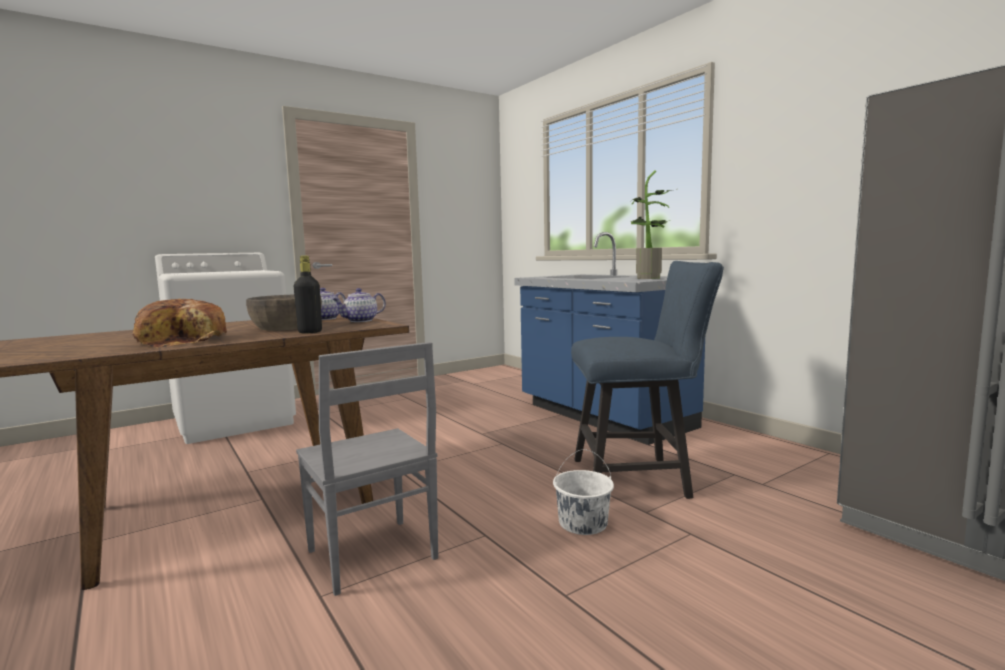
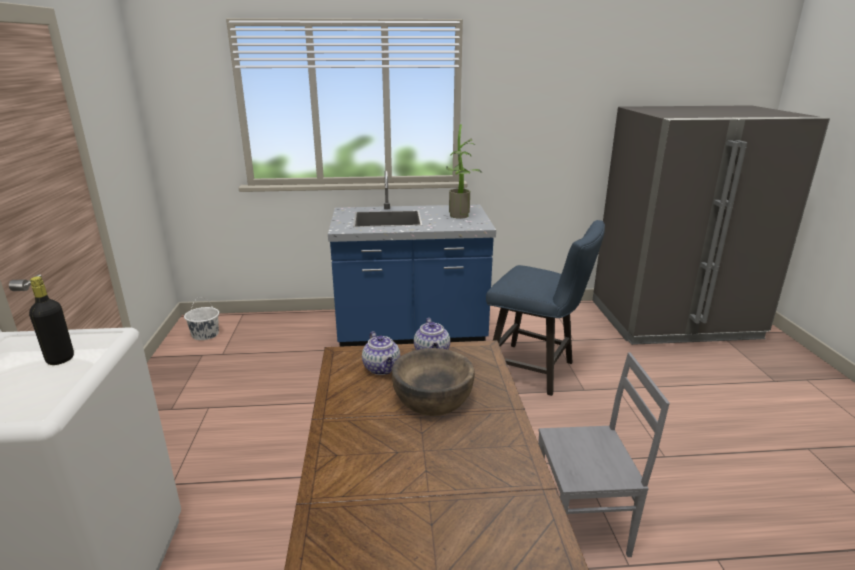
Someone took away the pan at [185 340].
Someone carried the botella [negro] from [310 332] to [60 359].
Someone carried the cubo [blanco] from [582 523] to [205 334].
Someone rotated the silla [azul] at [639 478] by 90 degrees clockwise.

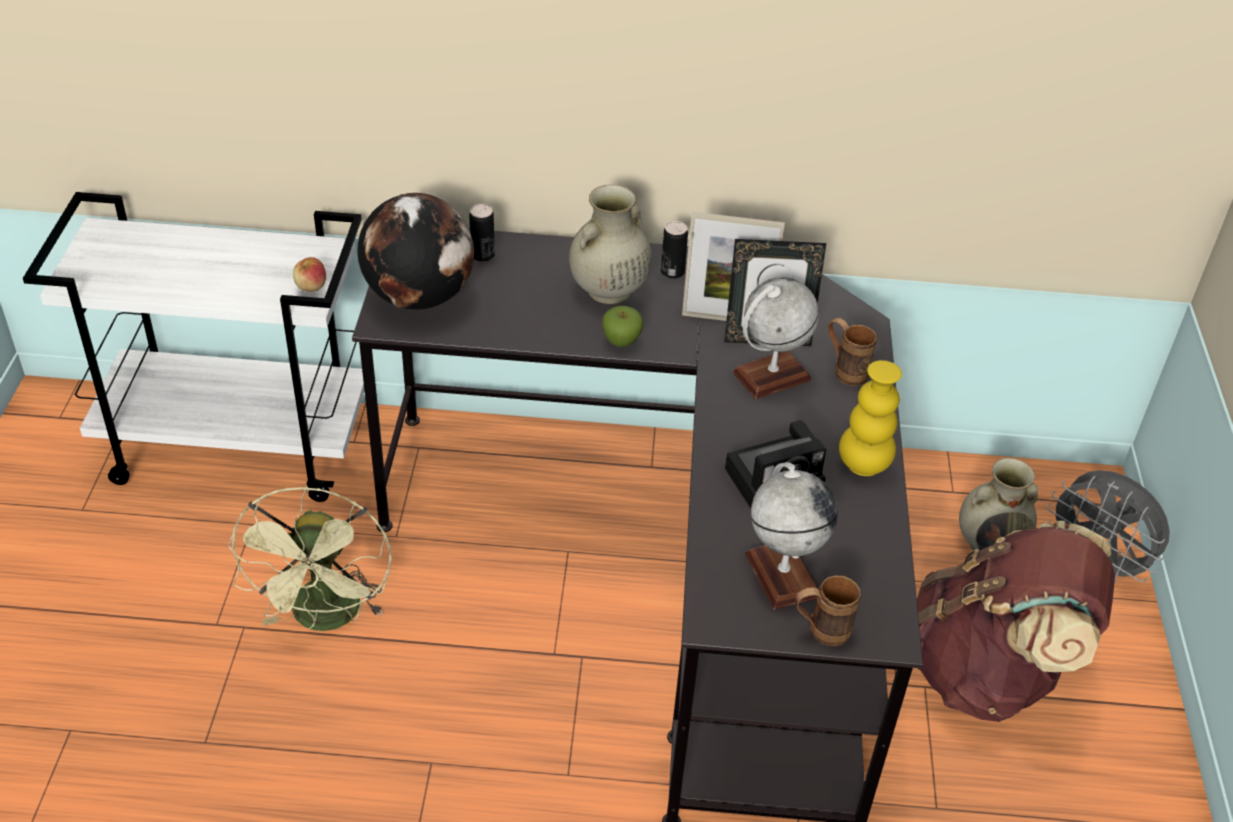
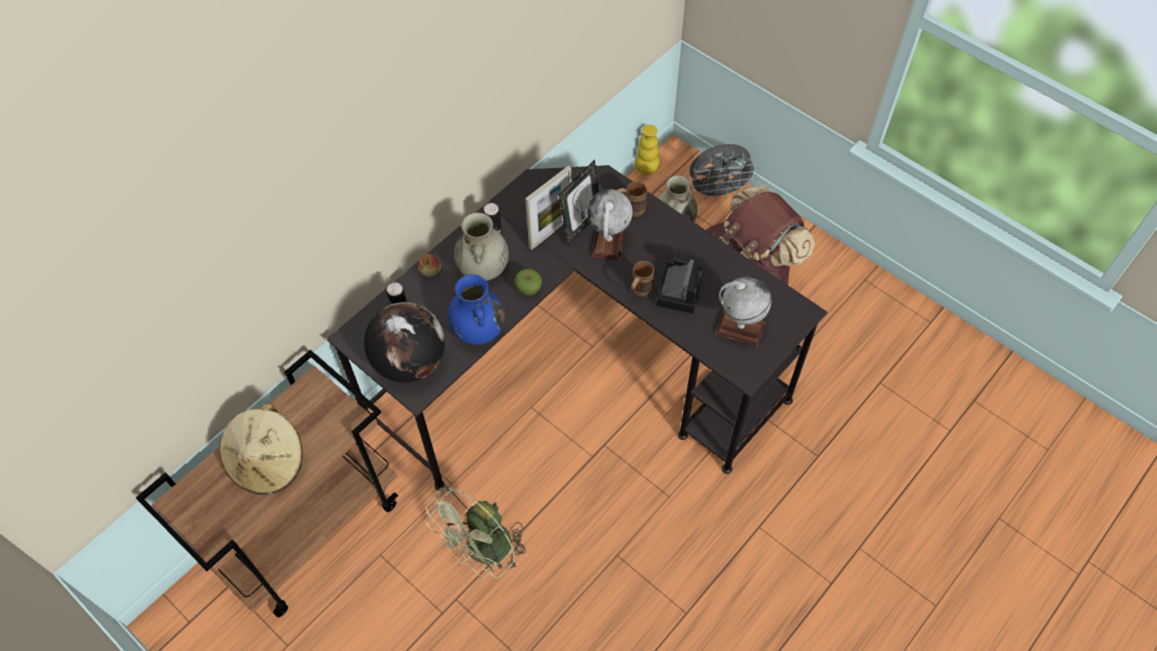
Someone repainted the carrito [blanco] at [240 445], which became the carrito [marrón] at [309 528].
Someone rotated the ventilador [verde] at [326 619] by 90 degrees clockwise.
Someone carried the manzana from [311 286] to [430 271].
Someone carried the taza grande [marrón] from [820 631] to [639 292].
Someone carried the florero [amarillo] from [863 465] to [646 169].
Someone put down the sombrero [beis] at [268 462].
Someone put down the florero [azul] at [478 330].

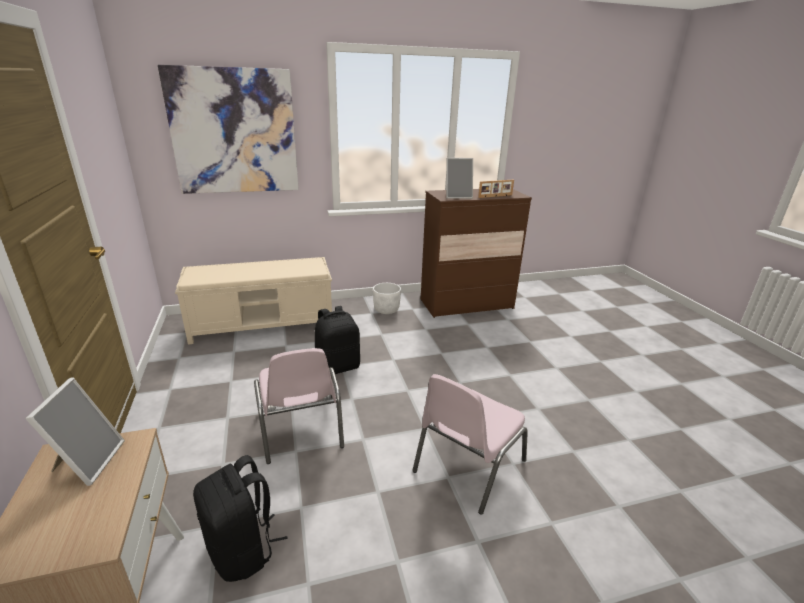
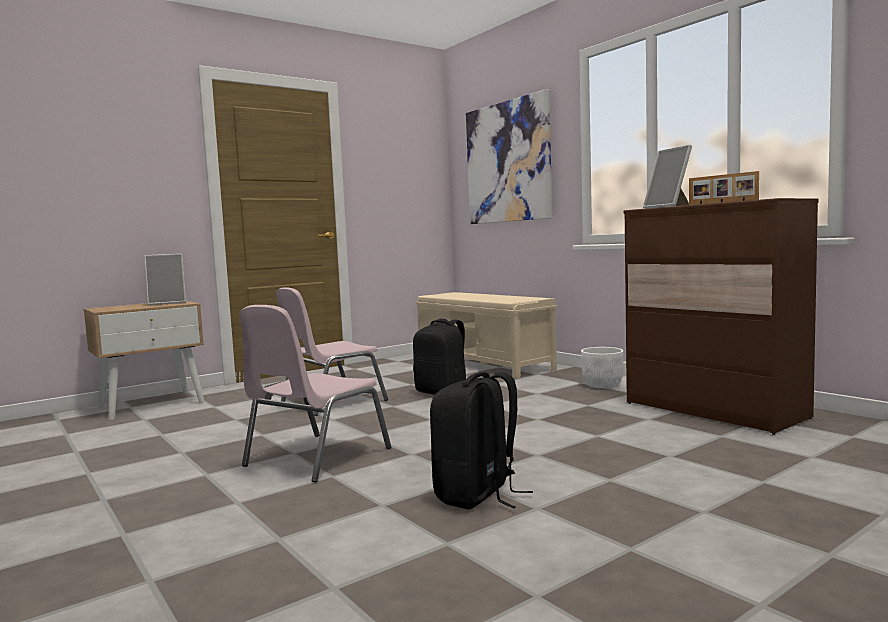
Someone carried the mochila [negro] from [243 550] to [478 496].
Someone rotated the silla [rosa] at [467 466] by 75 degrees counterclockwise.

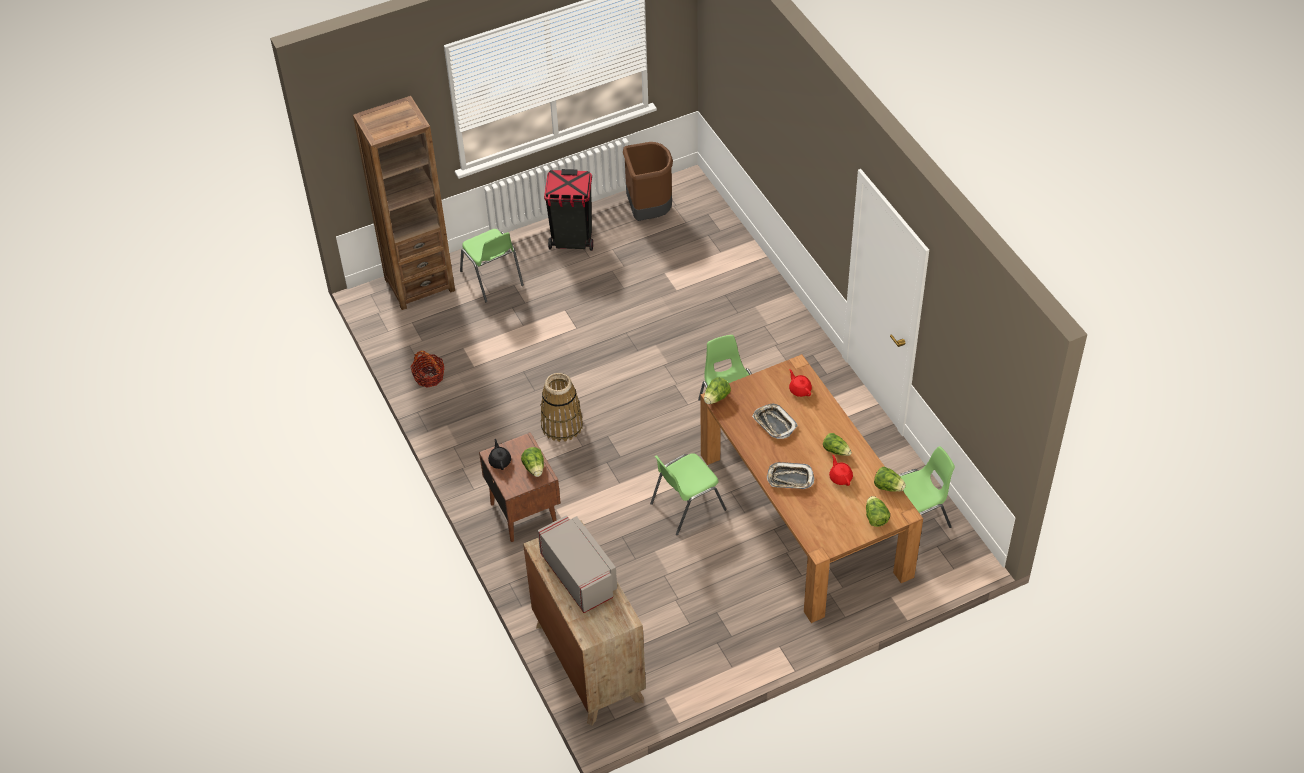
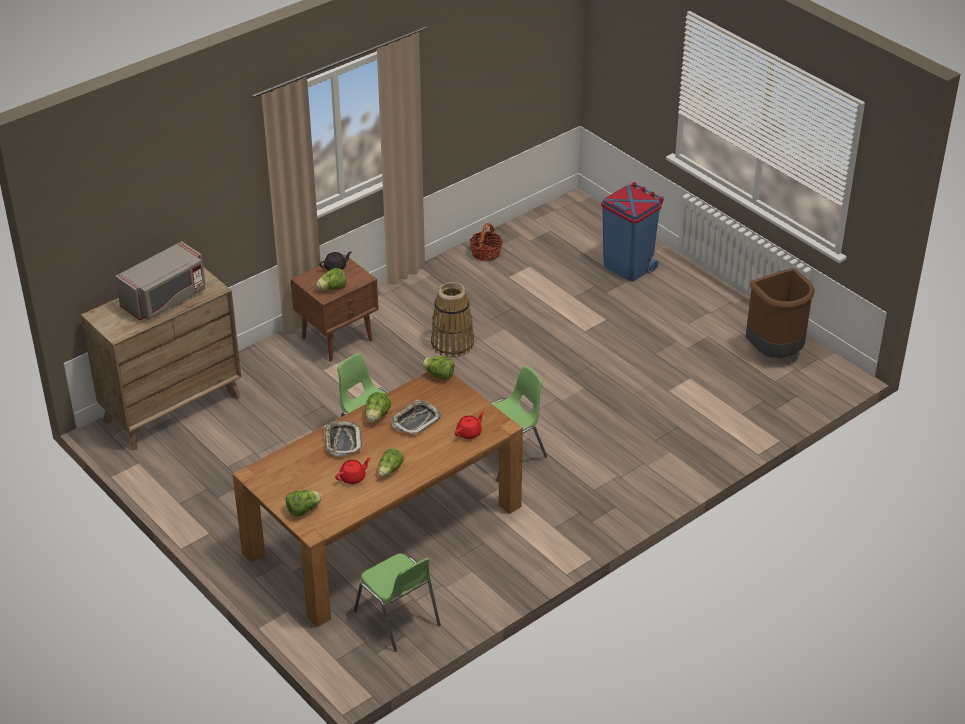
Someone took away the estantería [marrón] at [419 284].
Someone swapped the silla [verde] at [492 279] for the papelera [azul] at [628 267].
Someone took away the papelera [negro] at [572 240].
Someone carried the lechuga from [888 487] to [377 416].

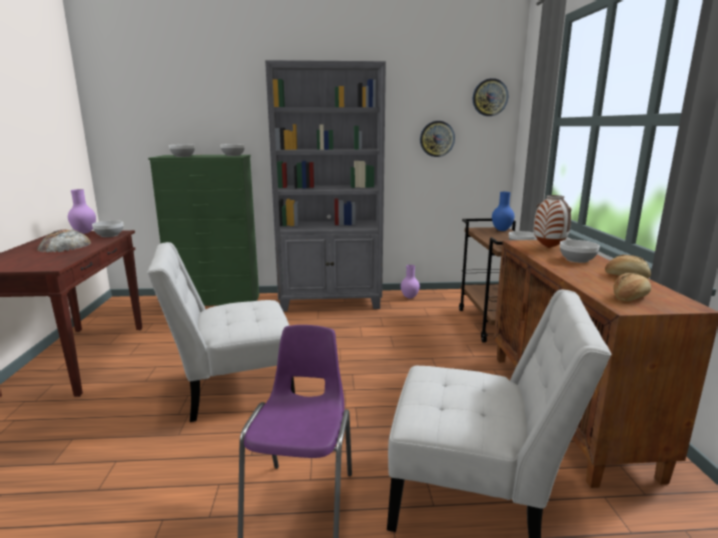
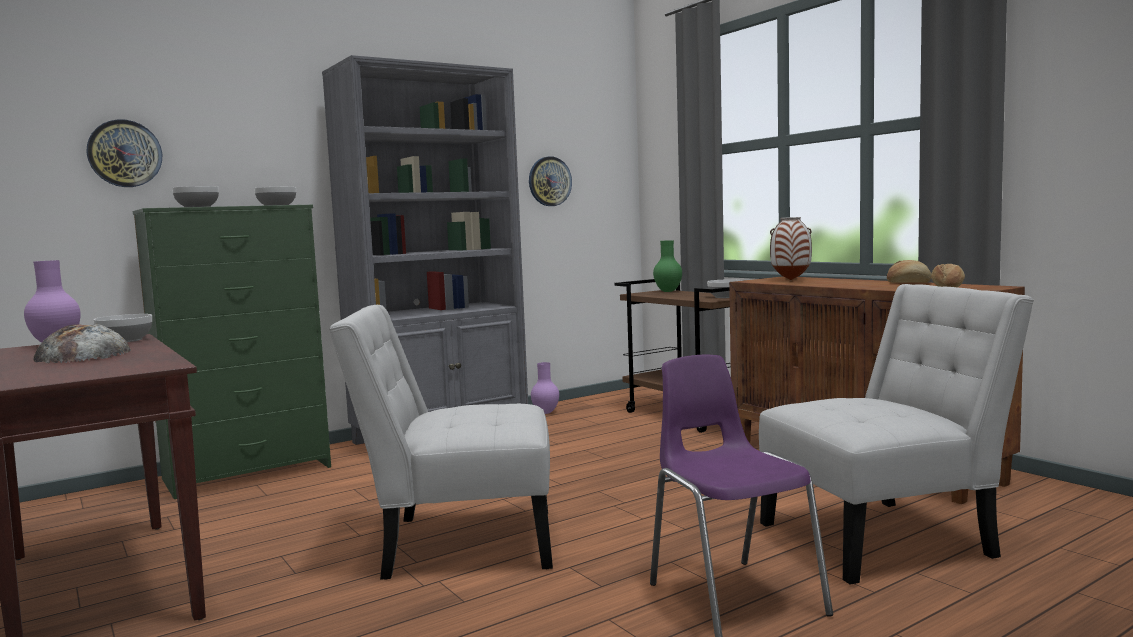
Someone rotated the silla [blanco] at [232 389] by 45 degrees clockwise.
Someone carried the reloj de pared from [490 97] to [124 153].
Someone repainted the florero [azul] at [502 230], which became the florero [verde] at [668 291].
Someone took away the cuenco at [576 259].

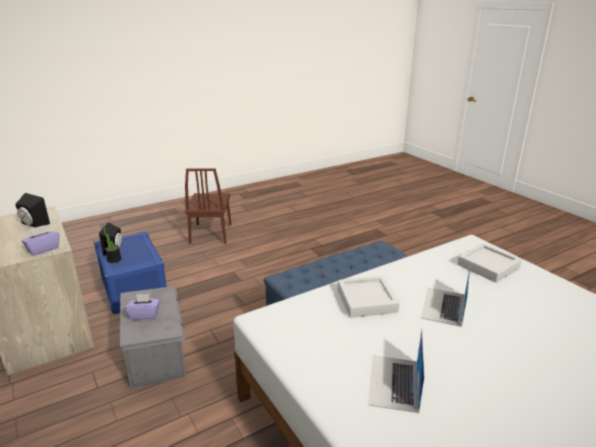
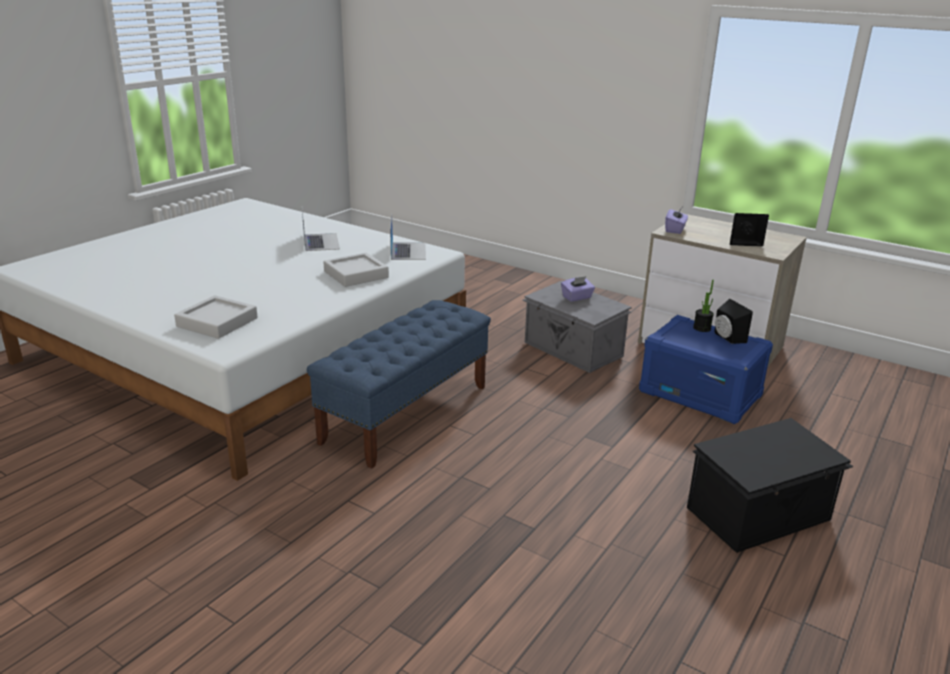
Someone swapped the silla [marrón] at [211 233] for the caja de almacenaje [negro] at [760 514].
Someone carried the portátil from [444 306] to [408 251].

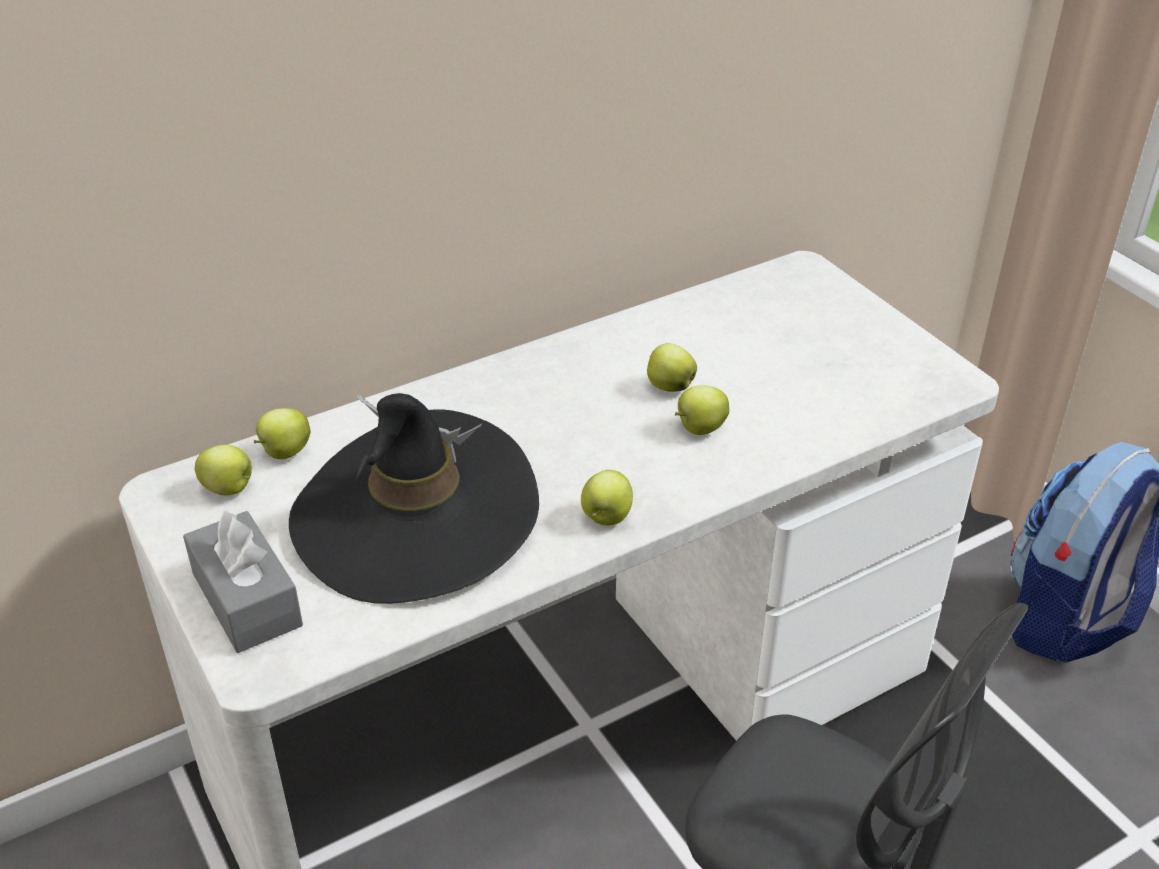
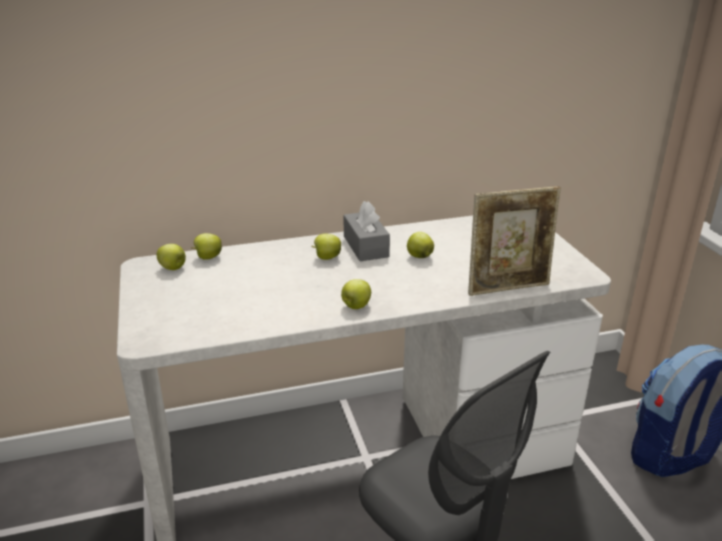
Someone carried the caja de pañuelos [gris] from [247 599] to [365 246].
Someone took away the sombrero [negro] at [415 516].
Someone carried the manzana from [699 429] to [326 258].
Someone put down the portarretratos at [508 287].

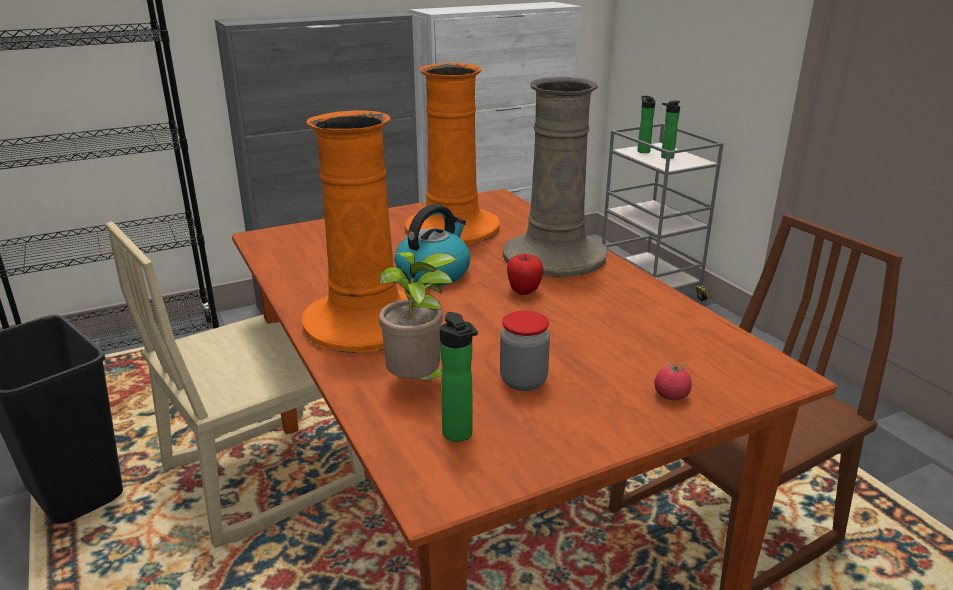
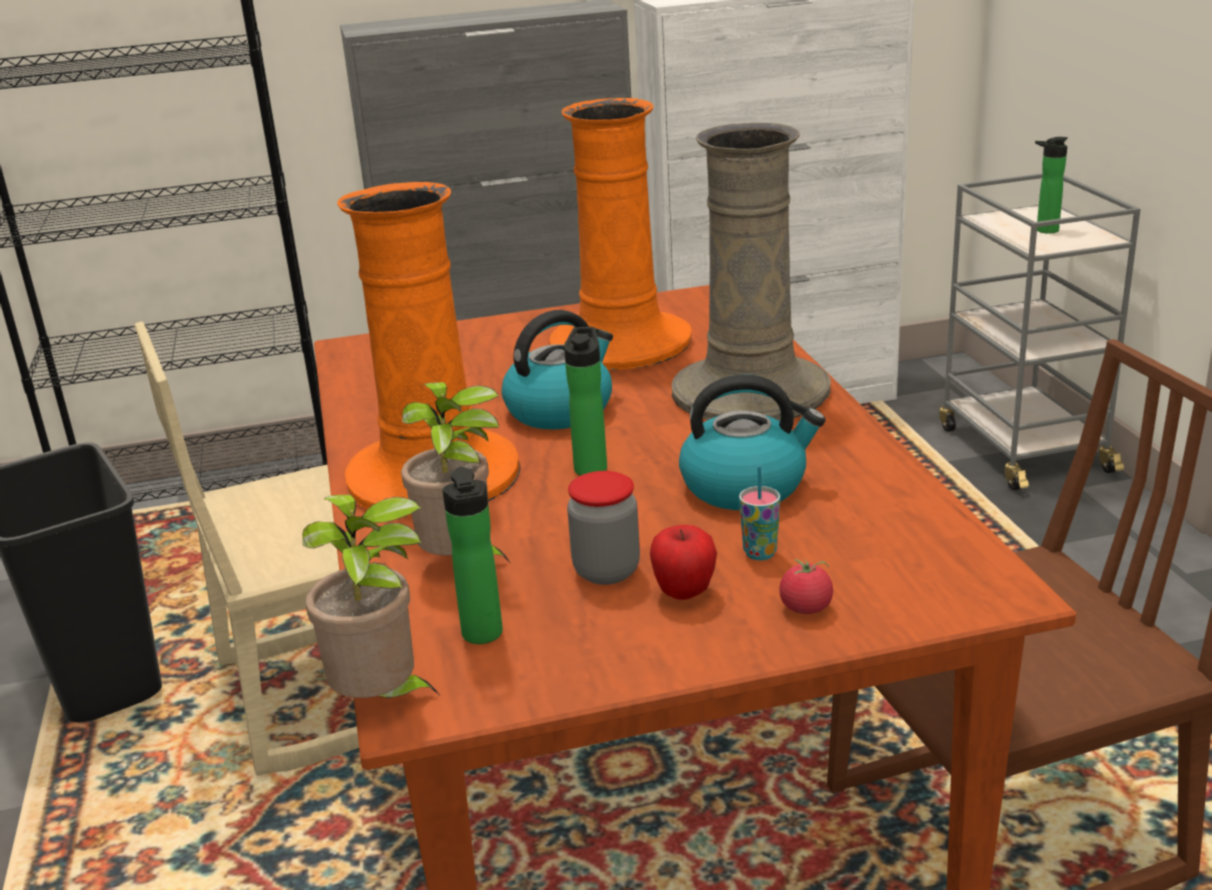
Someone carried the manzana from [524 292] to [684 593].
Someone carried the botella from [643 151] to [591 467].
Someone put down the planta en maceta at [383 702].
Someone put down the hervidor at [745 486].
Someone put down the taza at [760 553].

